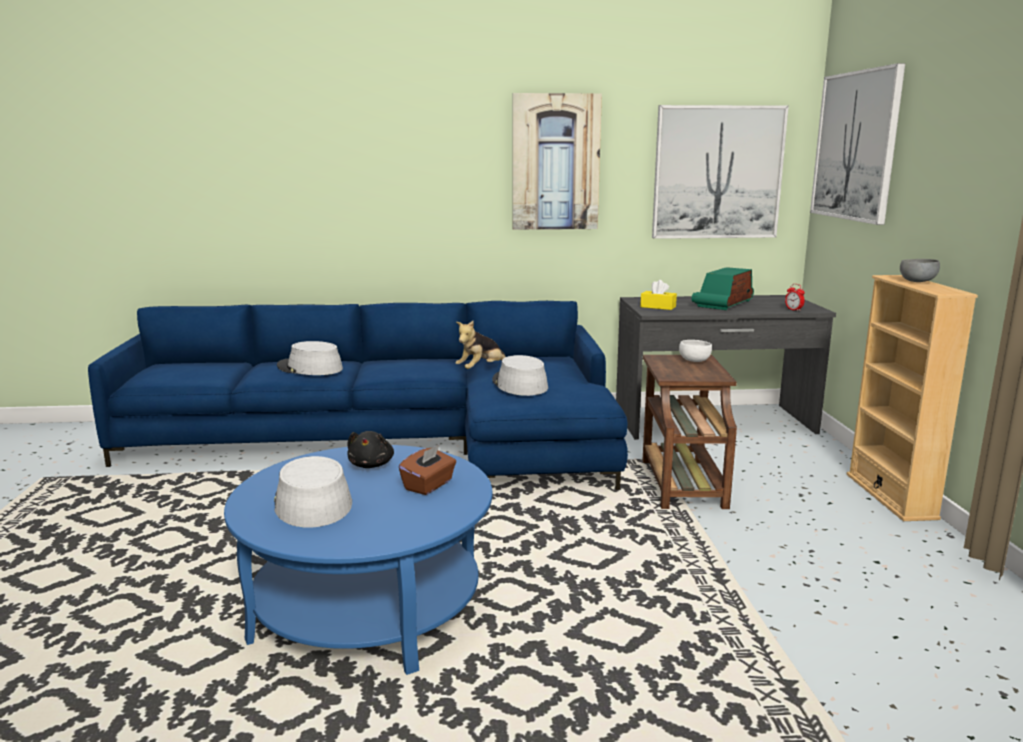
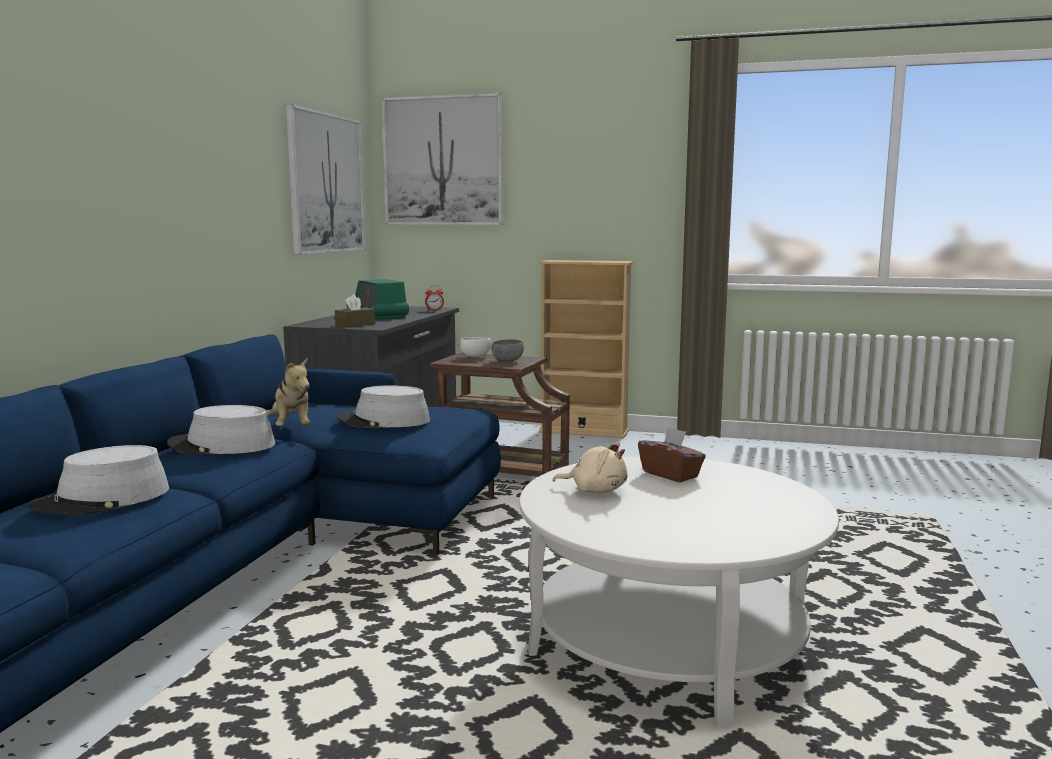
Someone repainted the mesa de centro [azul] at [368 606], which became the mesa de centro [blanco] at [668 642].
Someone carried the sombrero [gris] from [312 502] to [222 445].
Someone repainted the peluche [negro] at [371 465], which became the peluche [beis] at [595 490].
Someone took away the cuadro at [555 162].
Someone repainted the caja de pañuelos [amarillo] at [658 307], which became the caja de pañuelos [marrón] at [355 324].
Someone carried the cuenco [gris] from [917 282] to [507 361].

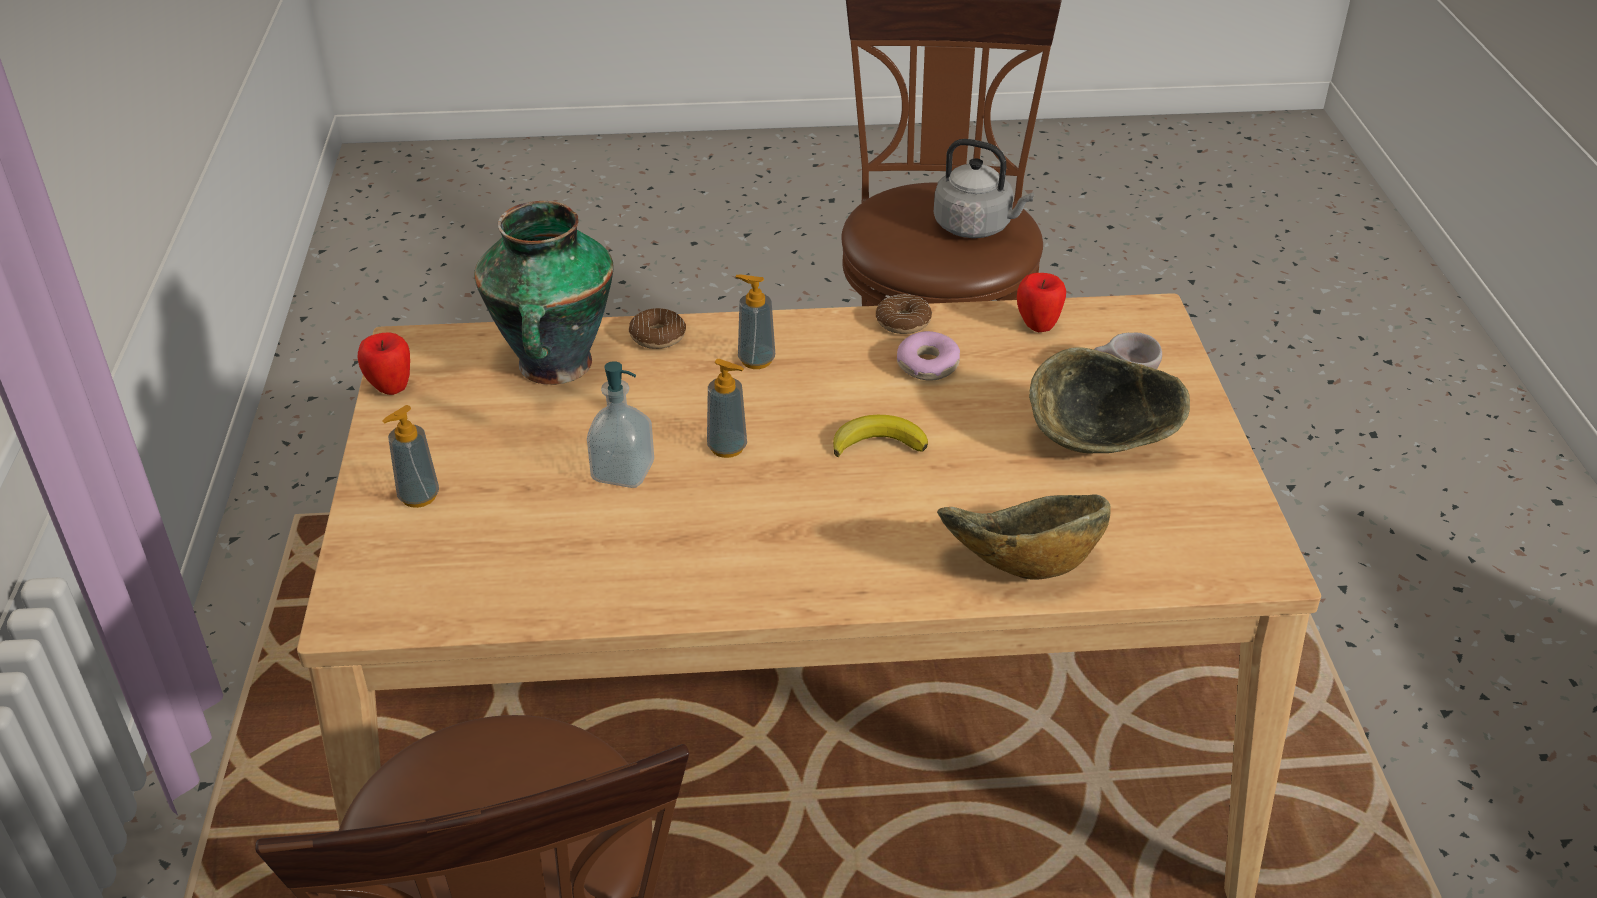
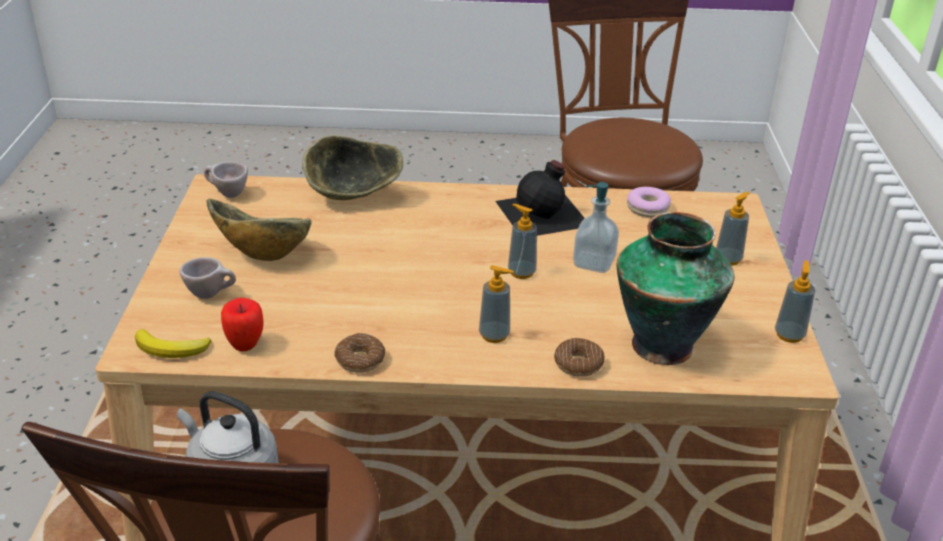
Someone swapped the manzana at [391 389] for the dispensador de jabón at [789 335].
Someone carried the plátano from [878 443] to [171 349].
Someone carried the rosquilla from [927 365] to [647 208].
Someone put down the taza [beis] at [226 194].
Someone put down the botella [negro] at [544 213].

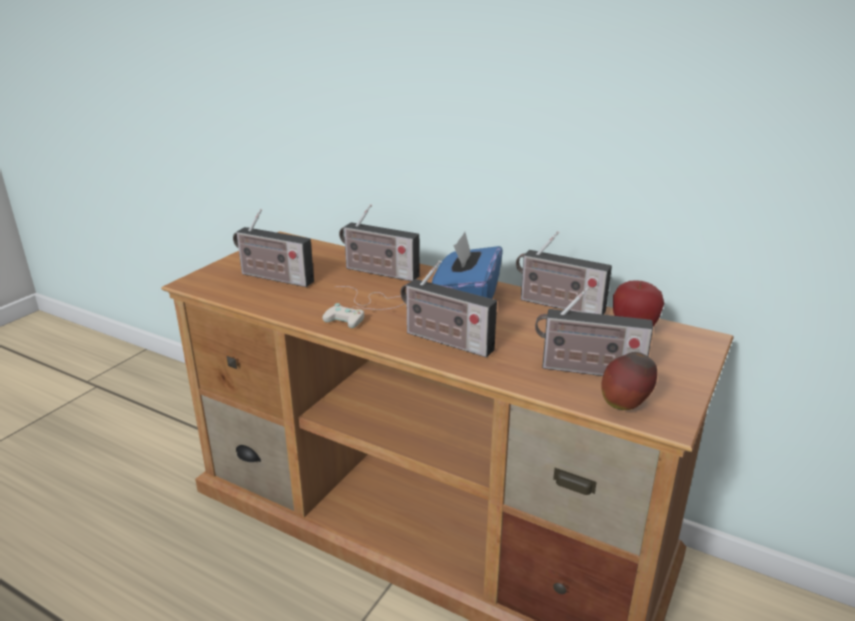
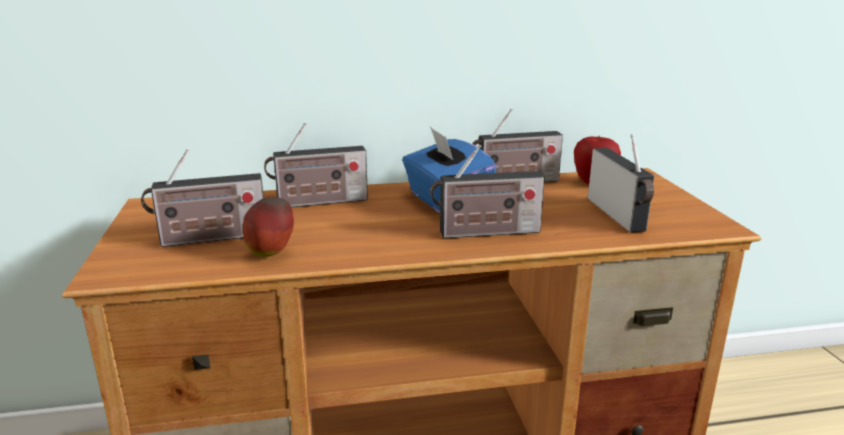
Someone took away the mando de consola [blanco] at [365 309].
Someone rotated the radio at [587 370] by 75 degrees counterclockwise.
Someone carried the manzana from [625 406] to [271 253].

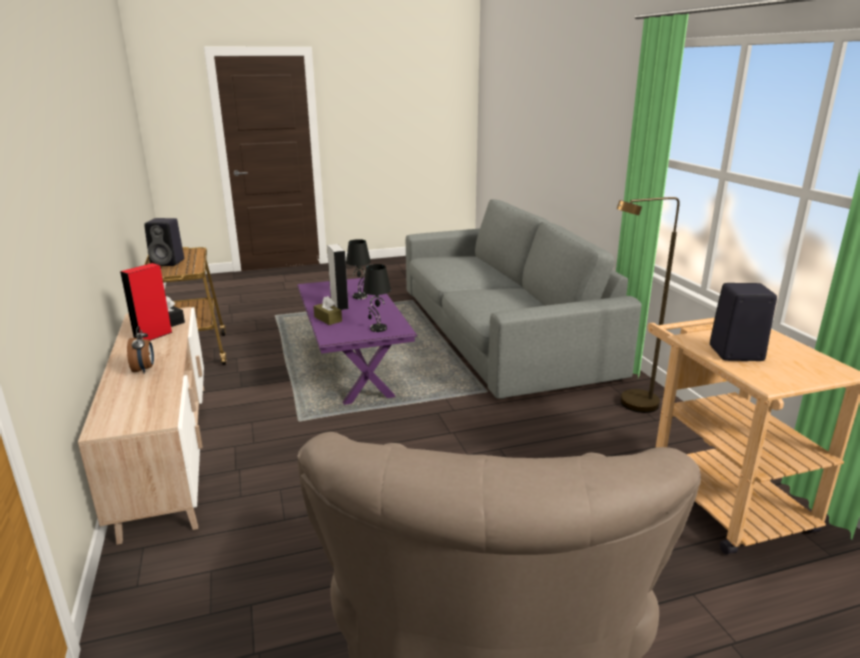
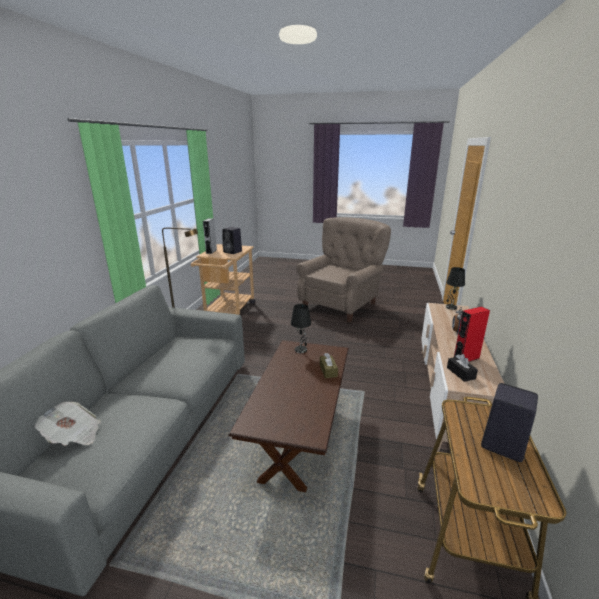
Someone repainted the mesa de centro [morado] at [354 367], which became the mesa de centro [marrón] at [298 431].
Someone carried the altavoz [gris] from [339 304] to [211 251].
Someone carried the lámpara de mesa [negro] from [360 296] to [451 307].
Someone put down the periódico at [73 435].

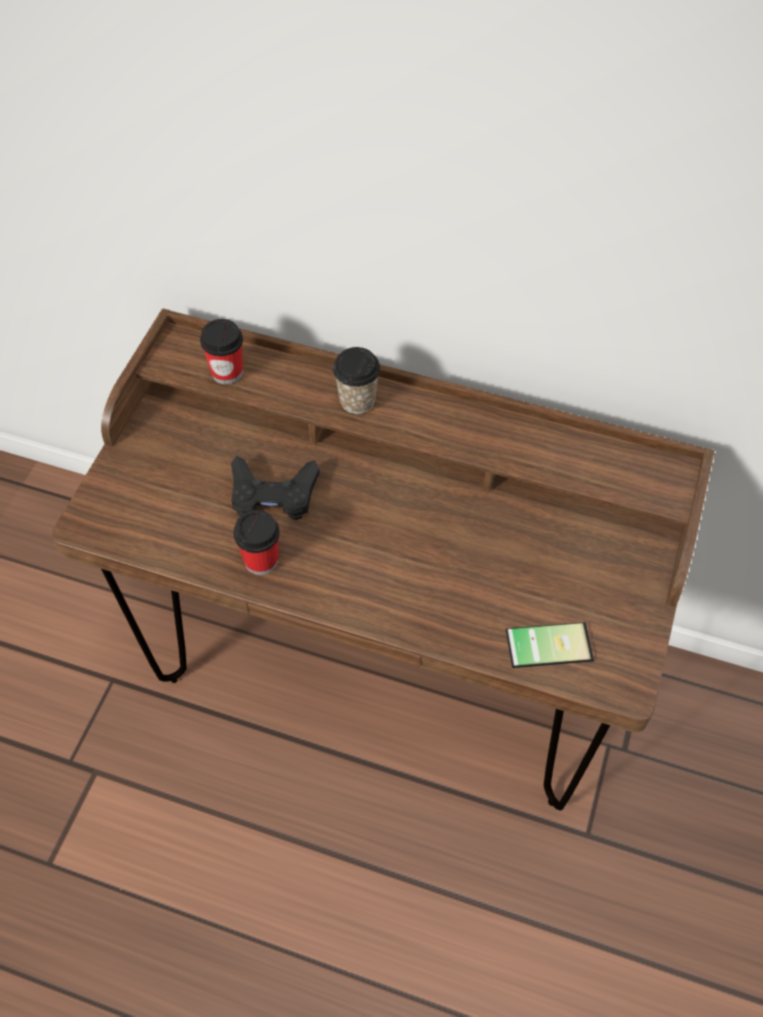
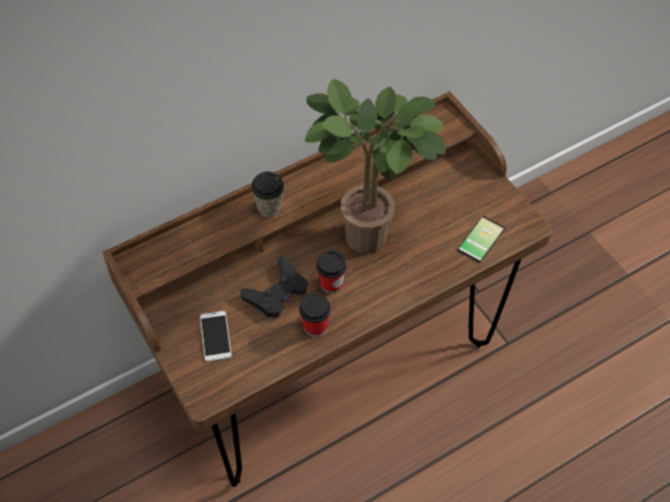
Someone carried the taza from [227 372] to [331 284].
Someone put down the móvil at [215 336].
Someone put down the planta en maceta at [374 236].

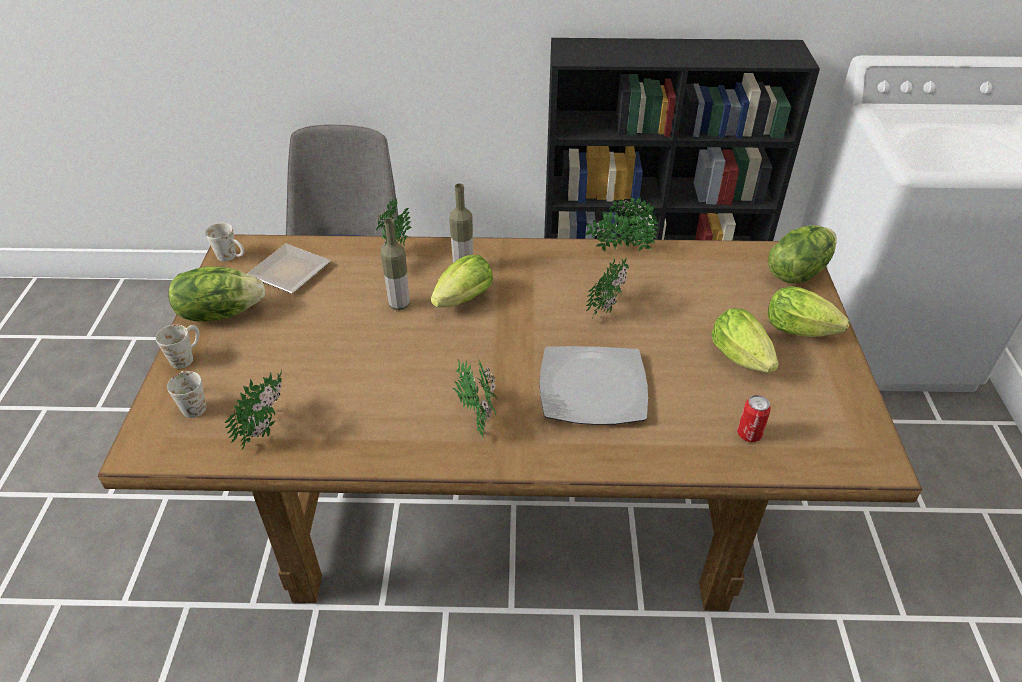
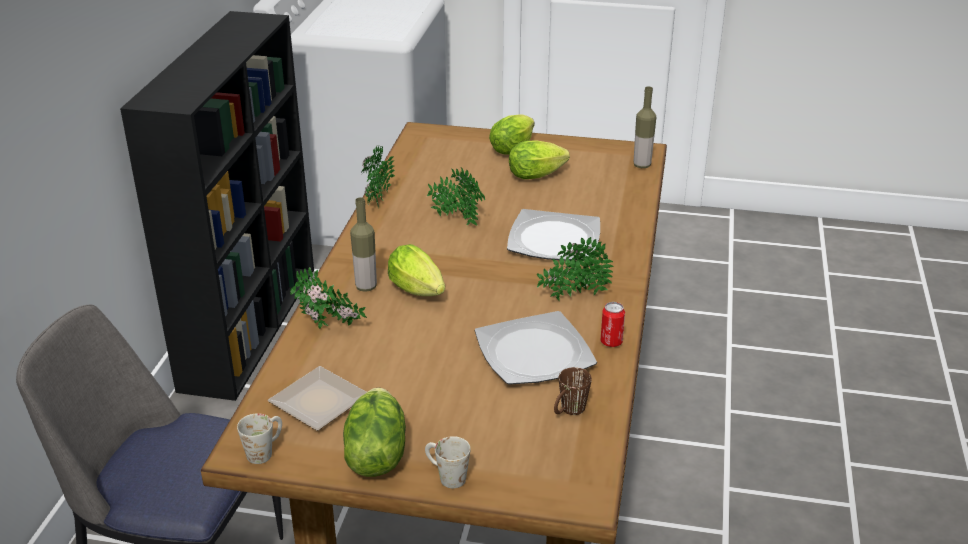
Someone took away the taza grande [blanco] at [192 404].
Someone swapped the planta en maceta at [268 428] for the taza grande [marrón] at [568 412].
Someone carried the botella from [399 304] to [642 165].
Someone carried the lata from [749 434] to [611 342].
Someone took away the lechuga at [797 271].
Someone put down the plato at [535 353].

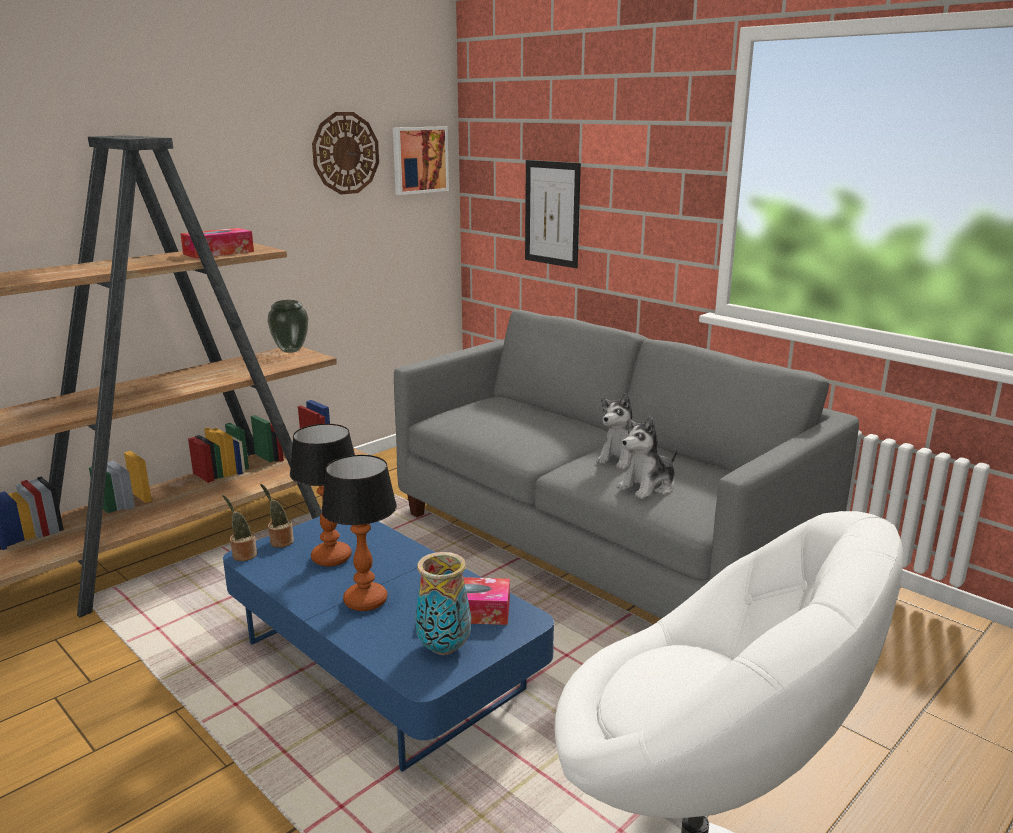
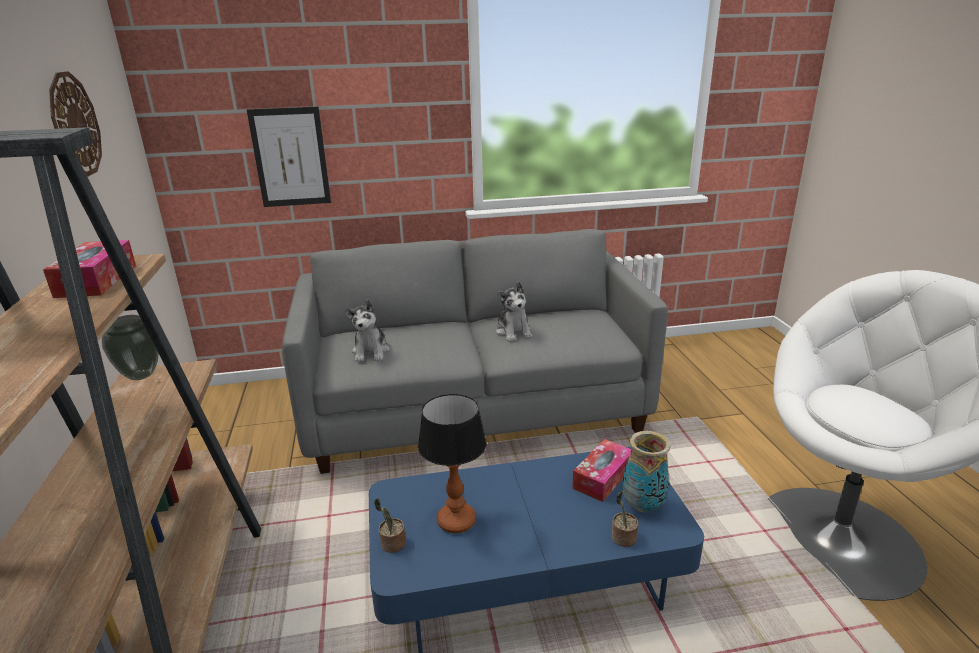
Someone carried the planta en maceta from [243 555] to [622 539].
Someone took away the lámpara de mesa at [366 600].
Someone took away the cuadro at [419 160].
Someone carried the peluche from [648 486] to [371 351].

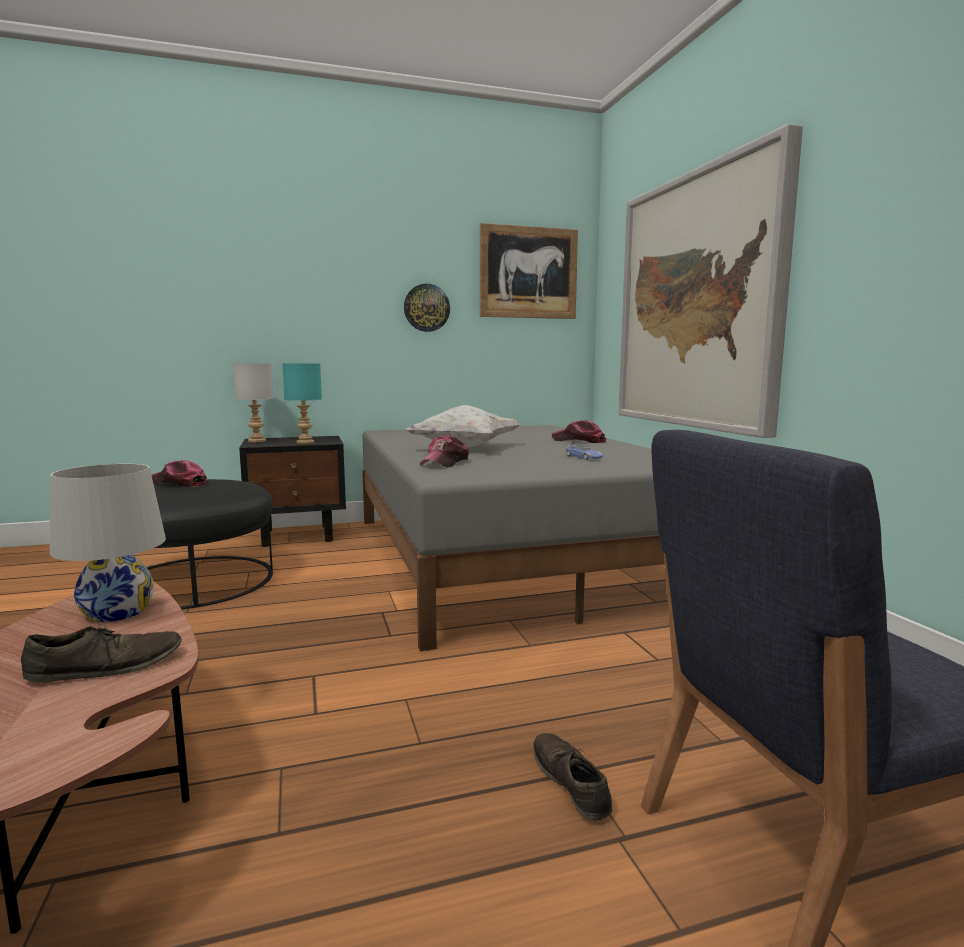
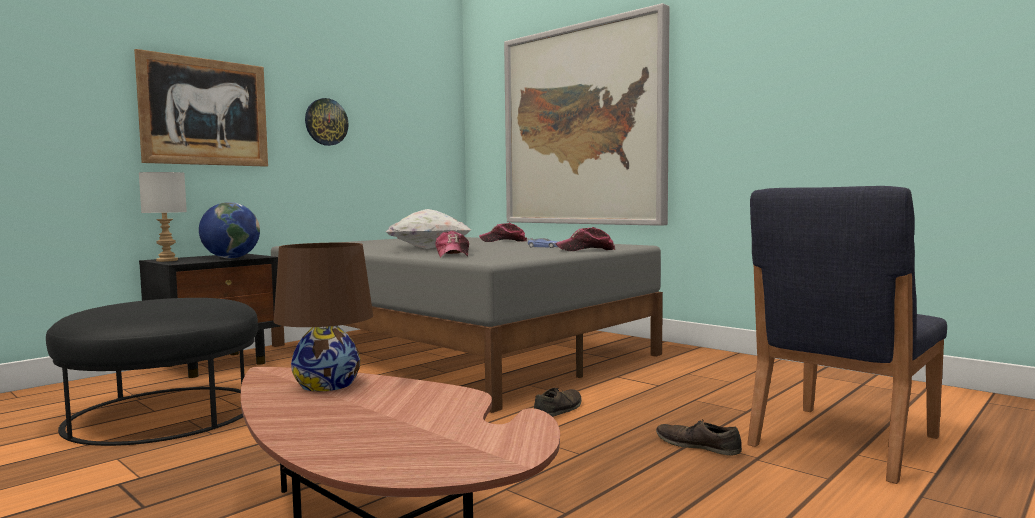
Someone carried the zapato [marrón] from [107 666] to [558 409].
Someone repainted the lámpara de mesa [blanco] at [118 611], which became the lámpara de mesa [marrón] at [327 384].
Someone carried the gorra from [178 483] to [586 250].
Someone swapped the lámpara de mesa [turquesa] at [305 442] for the globo terráqueo at [231 258].
Someone carried the cuadro from [528 273] to [205 112].

